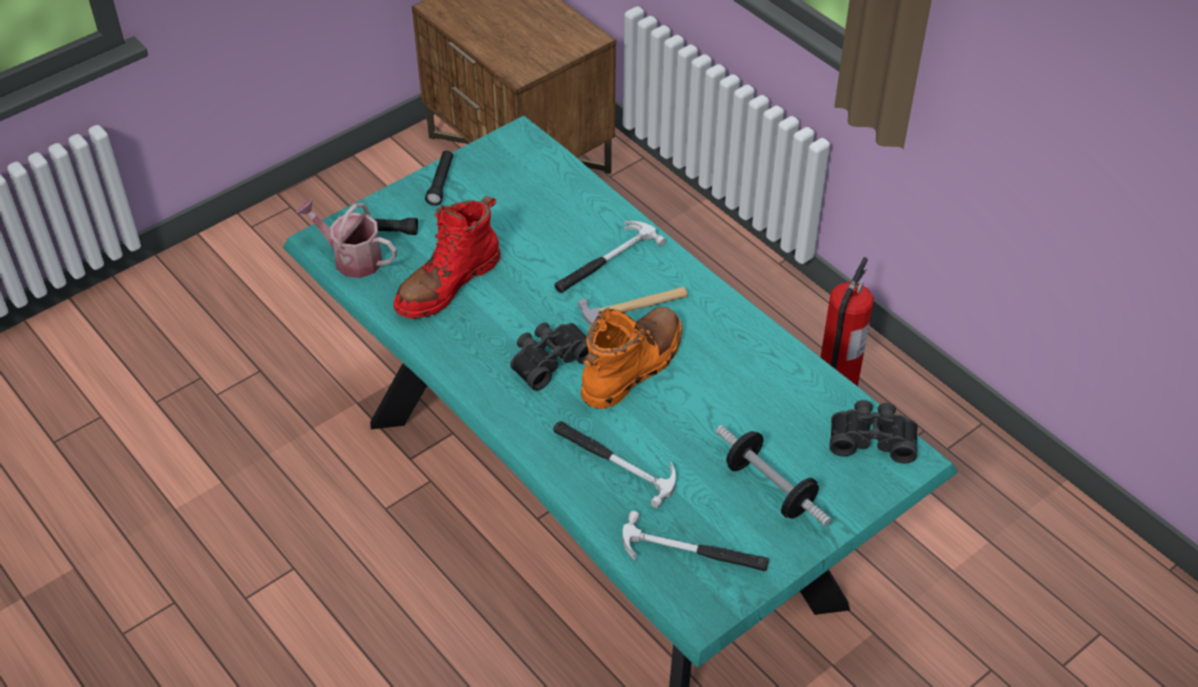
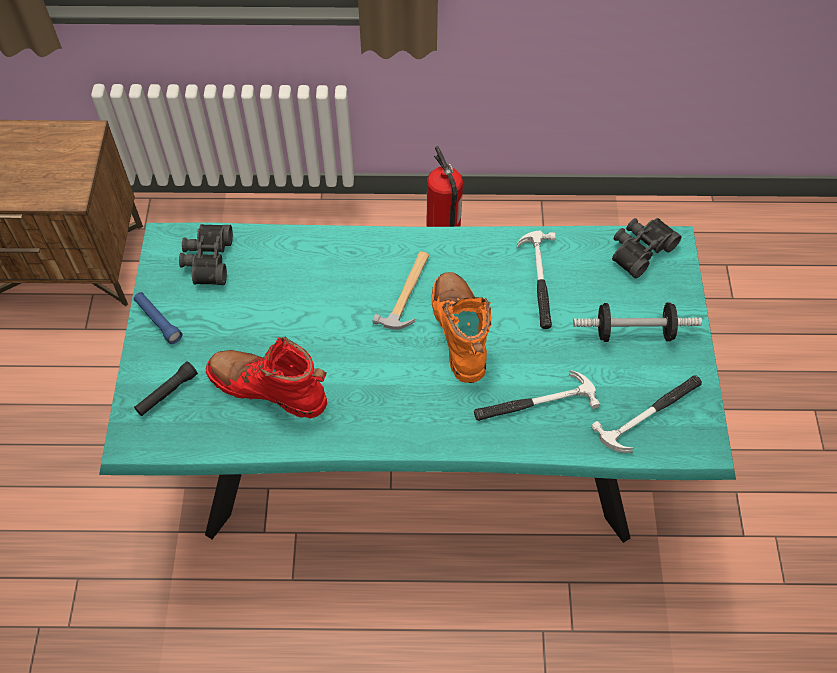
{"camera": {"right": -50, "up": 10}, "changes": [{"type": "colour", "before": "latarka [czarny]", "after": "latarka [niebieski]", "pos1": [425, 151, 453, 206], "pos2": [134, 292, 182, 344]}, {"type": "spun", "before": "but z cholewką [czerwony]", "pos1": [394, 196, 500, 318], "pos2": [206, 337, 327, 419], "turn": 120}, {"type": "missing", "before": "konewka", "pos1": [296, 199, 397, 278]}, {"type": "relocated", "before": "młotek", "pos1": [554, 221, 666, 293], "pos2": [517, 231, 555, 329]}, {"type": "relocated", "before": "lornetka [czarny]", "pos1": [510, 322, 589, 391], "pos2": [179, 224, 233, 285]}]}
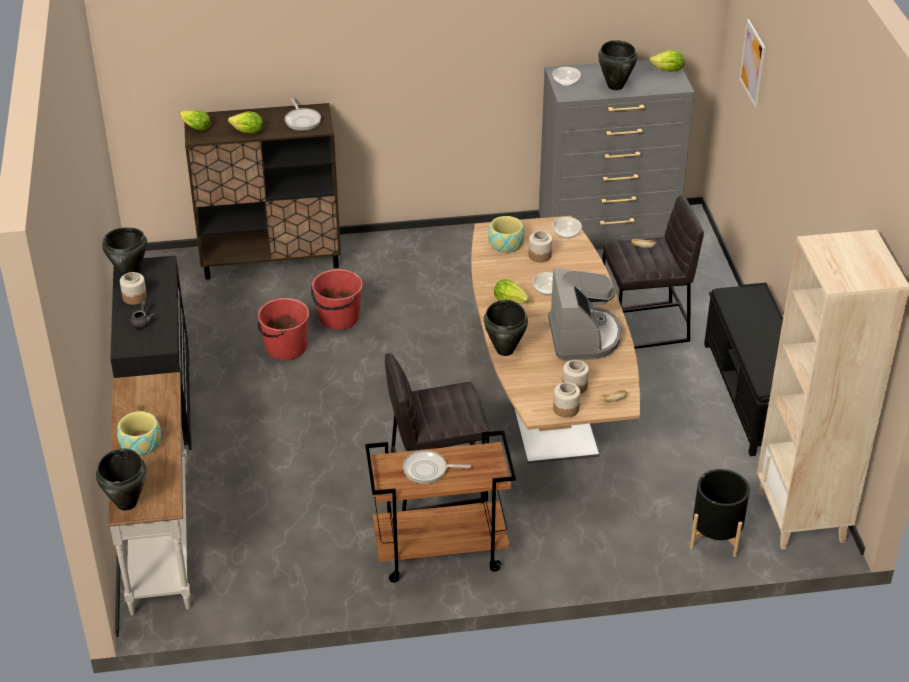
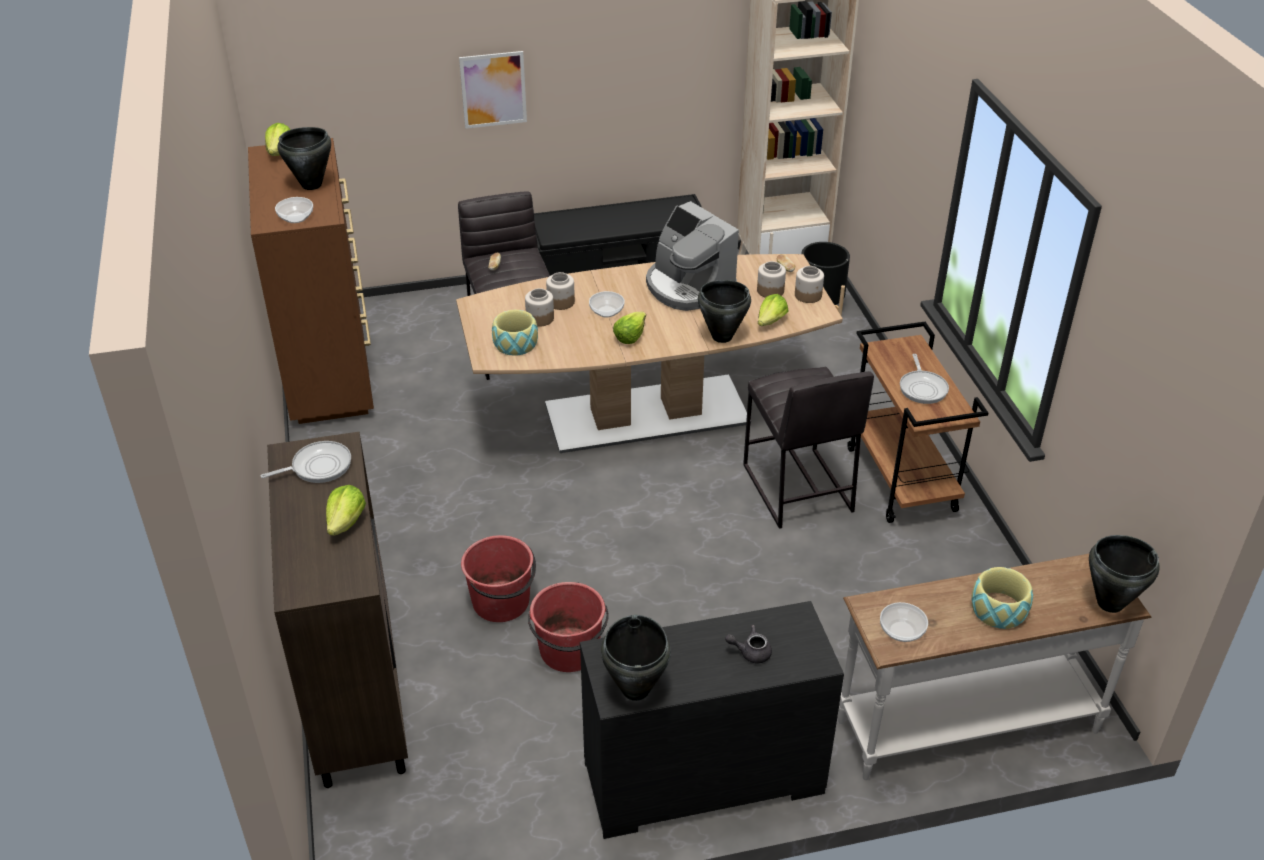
{"camera": {"right": -95, "up": 0}, "changes": [{"type": "relocated", "before": "obraz", "pos1": [739, 19, 765, 108], "pos2": [459, 51, 527, 129]}, {"type": "colour", "before": "komoda [szary]", "after": "komoda [brązowy]", "pos1": [539, 59, 694, 250], "pos2": [248, 138, 374, 424]}, {"type": "relocated", "before": "sałata", "pos1": [179, 110, 211, 131], "pos2": [758, 294, 788, 326]}, {"type": "relocated", "before": "miska", "pos1": [553, 217, 582, 239], "pos2": [880, 602, 928, 642]}, {"type": "spun", "before": "ekspres do kawy", "pos1": [548, 268, 622, 361], "pos2": [646, 201, 739, 311], "turn": -120}, {"type": "relocated", "before": "słoik", "pos1": [120, 272, 147, 305], "pos2": [546, 272, 575, 310]}]}
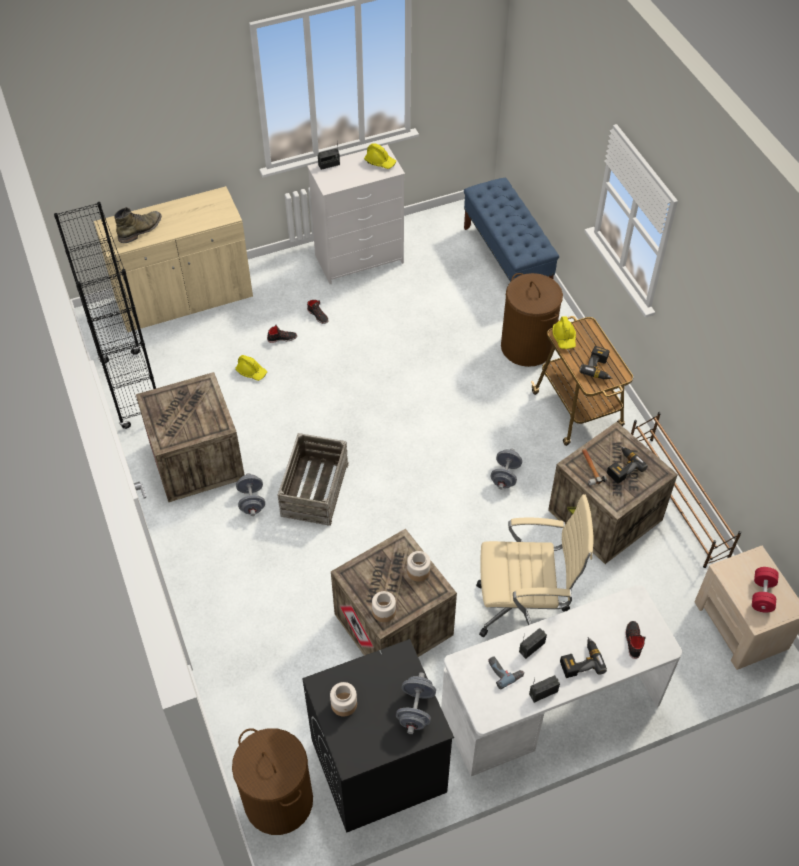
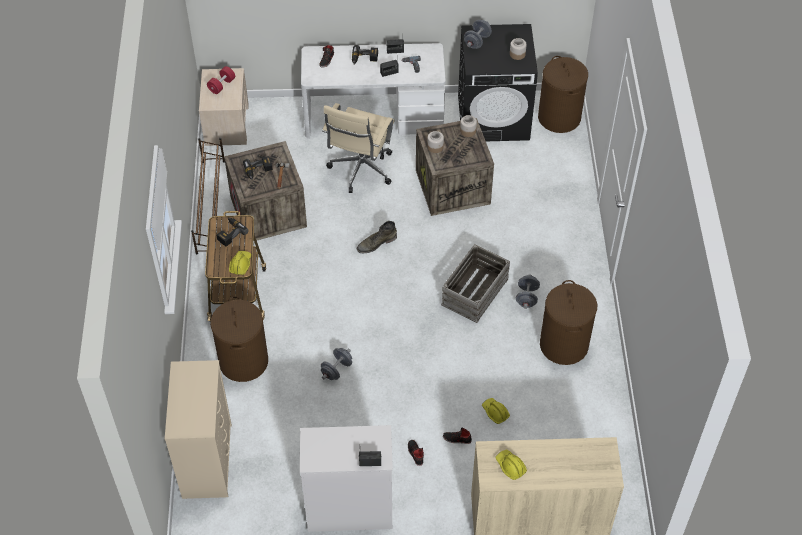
{"camera": {"right": -160, "up": 0}, "changes": [{"type": "relocated", "before": "kask [żółty]", "pos1": [364, 143, 396, 169], "pos2": [496, 450, 527, 480]}, {"type": "exchanged", "before": "ławka [niebieski]", "after": "komoda [beżowy]", "pos1": [464, 178, 559, 282], "pos2": [165, 360, 232, 499]}, {"type": "missing", "before": "regał [czarny]", "pos1": [54, 202, 156, 429]}, {"type": "relocated", "before": "but z cholewką [zielony]", "pos1": [114, 207, 162, 243], "pos2": [357, 221, 397, 253]}, {"type": "exchanged", "before": "skrzynka", "after": "kosz na pranie [brązowy]", "pos1": [136, 372, 244, 502], "pos2": [540, 280, 597, 365]}, {"type": "relocated", "before": "hantel [szary]", "pos1": [491, 449, 522, 489], "pos2": [321, 348, 352, 380]}, {"type": "spun", "before": "krzesło biurowe [beżowy]", "pos1": [476, 494, 593, 638], "pos2": [322, 103, 395, 193], "turn": -90}]}
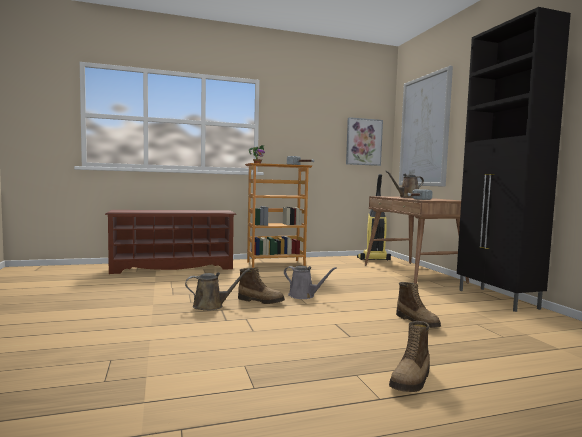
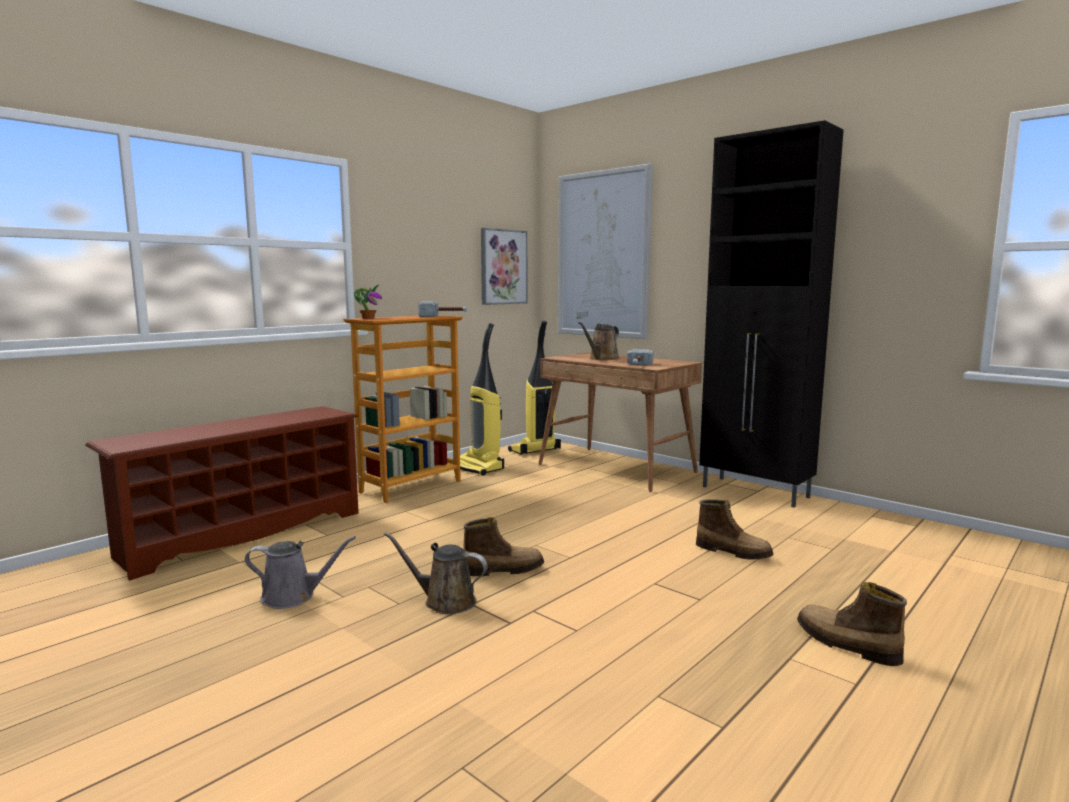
{"camera": {"right": -30, "up": 5}, "changes": [{"type": "relocated", "before": "konewka [szary]", "pos1": [284, 266, 337, 299], "pos2": [245, 536, 356, 609]}, {"type": "spun", "before": "konewka [brązowy]", "pos1": [185, 269, 250, 311], "pos2": [384, 532, 488, 614], "turn": -120}, {"type": "spun", "before": "but z cholewką", "pos1": [389, 321, 430, 392], "pos2": [797, 582, 907, 666], "turn": 135}, {"type": "appeared", "after": "odkurzacz", "pos2": [460, 323, 504, 476]}]}
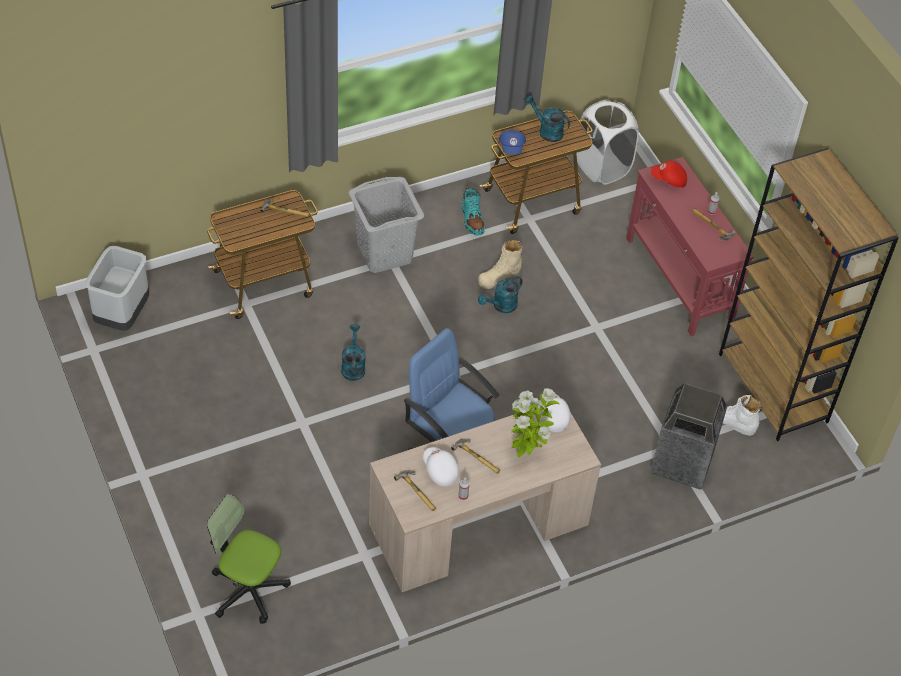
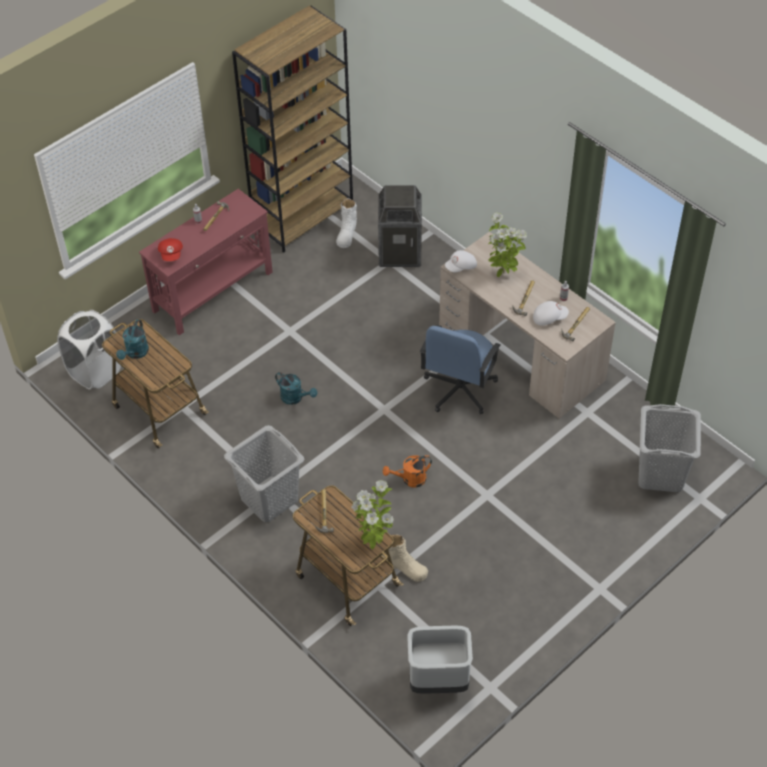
{"camera": {"right": -105, "up": 0}, "changes": [{"type": "missing", "before": "czapka z daszkiem [niebieski]", "pos1": [499, 130, 526, 155]}, {"type": "missing", "before": "but z cholewką [turkusowy]", "pos1": [462, 185, 485, 235]}, {"type": "relocated", "before": "but z cholewką [beżowy]", "pos1": [478, 240, 522, 289], "pos2": [382, 534, 428, 582]}, {"type": "colour", "before": "konewka [turkusowy]", "after": "konewka [pomarańczowy]", "pos1": [341, 324, 366, 381], "pos2": [383, 455, 432, 488]}, {"type": "spun", "before": "czapka z daszkiem [biały]", "pos1": [423, 447, 459, 486], "pos2": [533, 301, 569, 326], "turn": -135}, {"type": "exchanged", "before": "krzesło biurowe", "after": "kosz na pranie [szary]", "pos1": [207, 494, 291, 624], "pos2": [638, 404, 701, 492]}, {"type": "appeared", "after": "roślina doniczkowa", "pos2": [351, 480, 394, 549]}]}
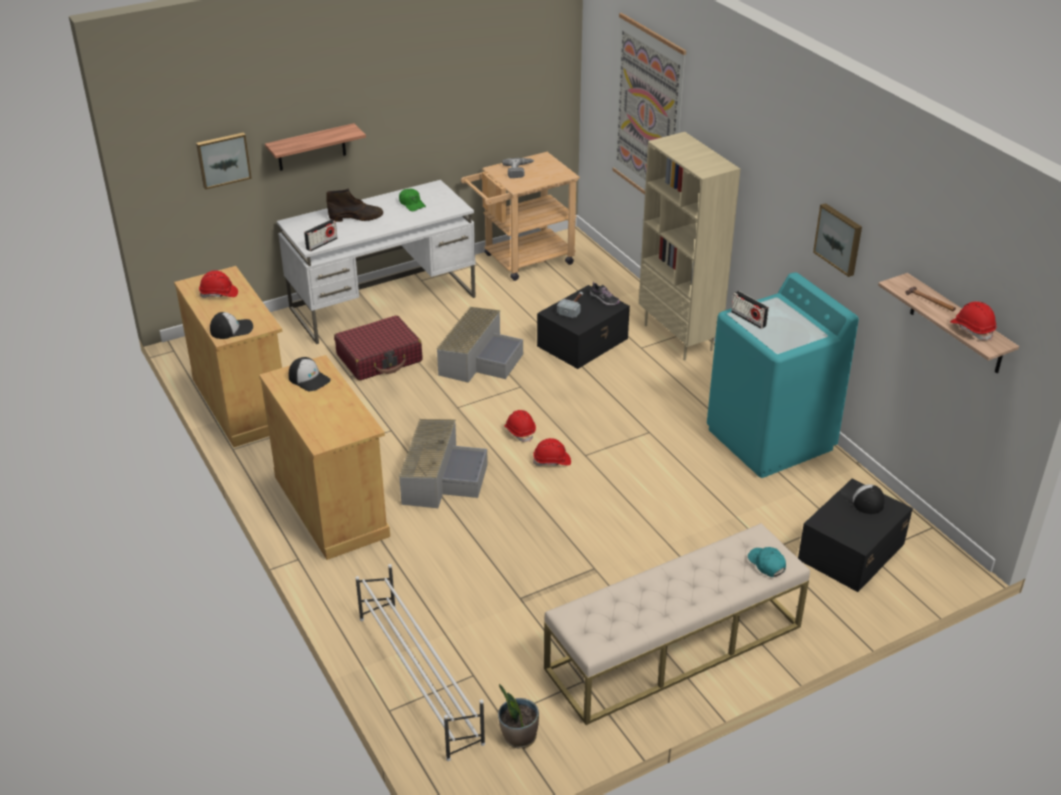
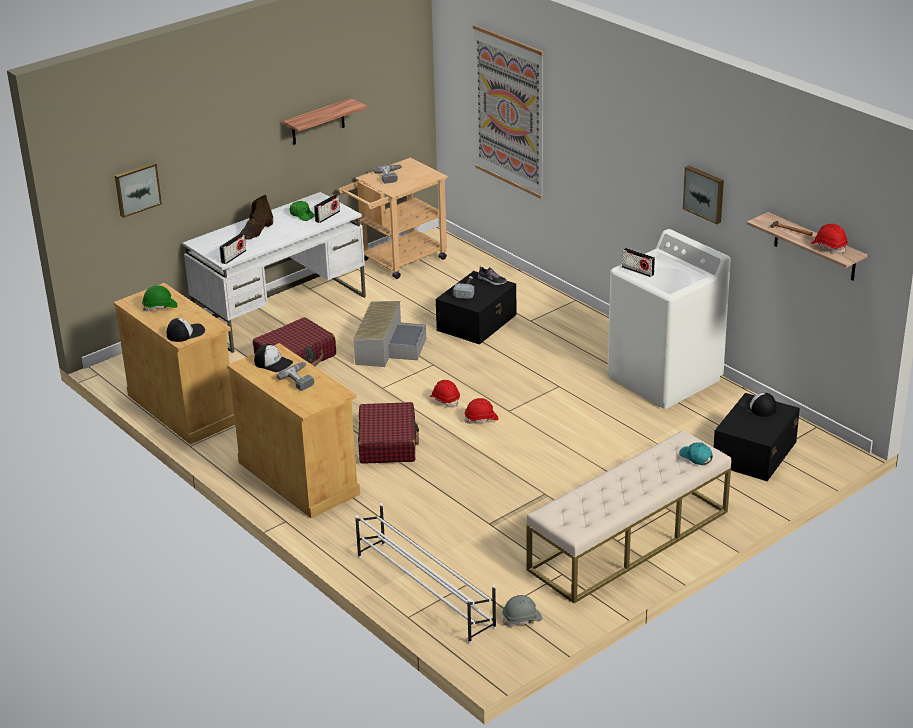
{"camera": {"right": -10, "up": -5}, "changes": [{"type": "relocated", "before": "półka", "pos1": [265, 123, 366, 171], "pos2": [283, 98, 367, 145]}, {"type": "missing", "before": "regał [beżowy]", "pos1": [639, 132, 740, 360]}, {"type": "spun", "before": "but z cholewką [brązowy]", "pos1": [326, 188, 383, 222], "pos2": [240, 195, 273, 240], "turn": 135}, {"type": "colour", "before": "kask [czerwony]", "after": "kask [zielony]", "pos1": [199, 270, 238, 298], "pos2": [142, 285, 178, 311]}, {"type": "colour", "before": "pralka [turkusowy]", "after": "pralka [biały]", "pos1": [707, 272, 859, 478], "pos2": [608, 229, 731, 409]}, {"type": "exchanged", "before": "pojemnik do przechowywania [szary]", "after": "walizka [czerwony]", "pos1": [399, 419, 488, 508], "pos2": [358, 402, 419, 464]}, {"type": "exchanged", "before": "roślina doniczkowa", "after": "kask [szary]", "pos1": [498, 684, 539, 748], "pos2": [502, 595, 542, 627]}, {"type": "appeared", "after": "radio", "pos2": [314, 194, 340, 223]}, {"type": "appeared", "after": "wiertarka", "pos2": [276, 362, 315, 391]}]}
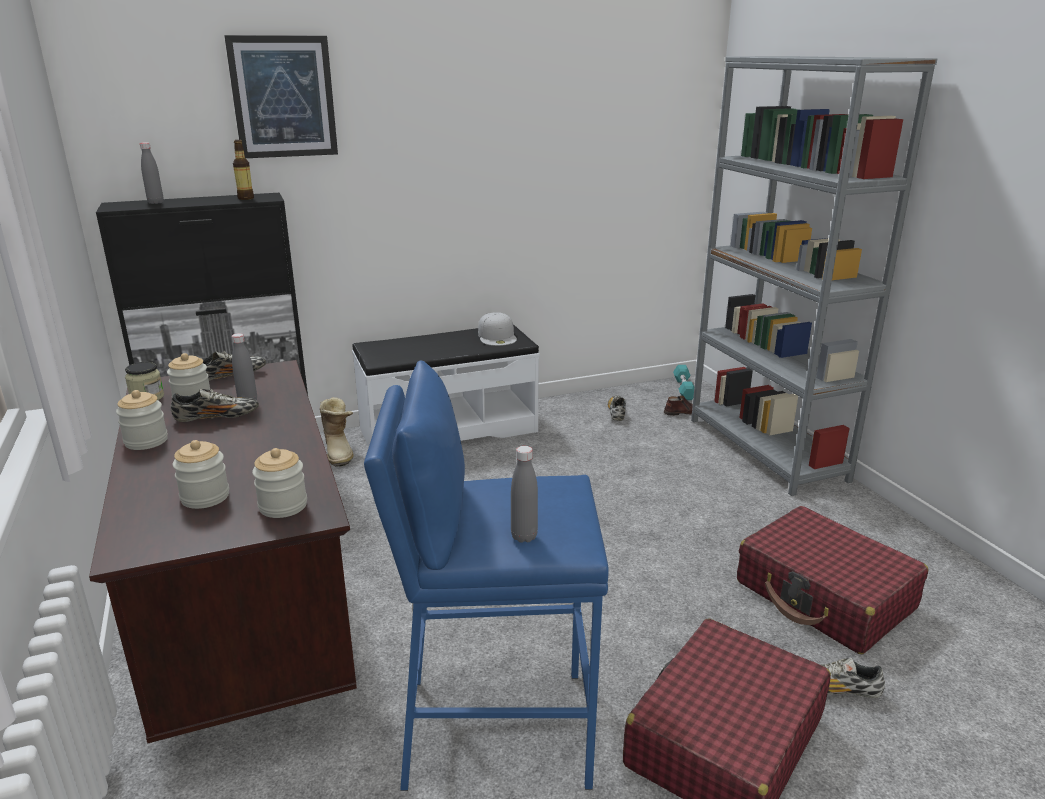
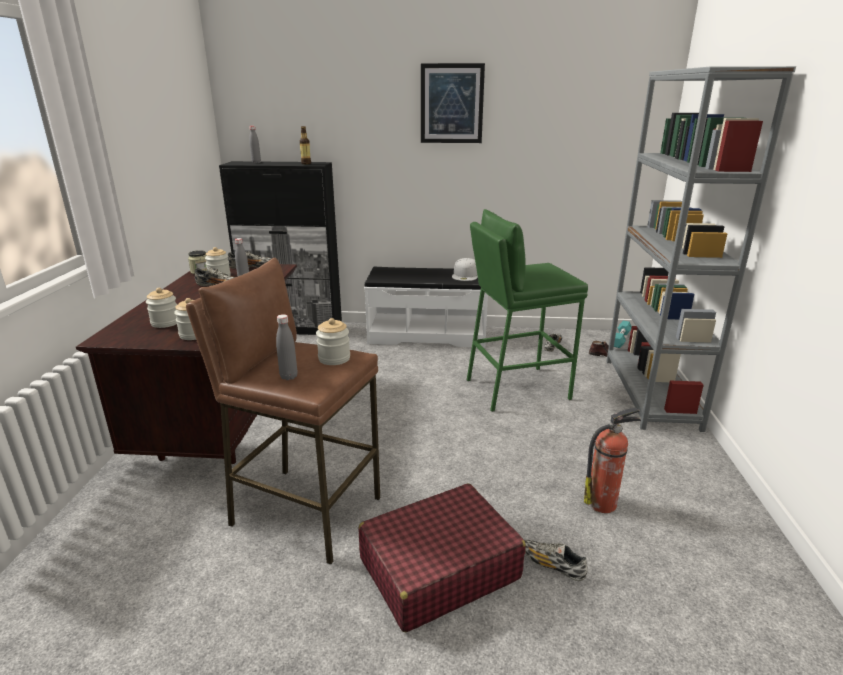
{"camera": {"right": 25, "up": 0}, "changes": [{"type": "relocated", "before": "obraz", "pos1": [224, 35, 338, 158], "pos2": [421, 63, 485, 143]}, {"type": "colour", "before": "stołek [niebieski]", "after": "stołek [brązowy]", "pos1": [364, 360, 609, 791], "pos2": [186, 258, 381, 565]}, {"type": "relocated", "before": "słoik", "pos1": [116, 390, 168, 450], "pos2": [316, 318, 350, 365]}, {"type": "missing", "before": "but z cholewką", "pos1": [320, 397, 354, 467]}, {"type": "exchanged", "before": "walizka [czerwony]", "after": "gaśnica", "pos1": [737, 506, 928, 654], "pos2": [584, 407, 641, 513]}, {"type": "appeared", "after": "stołek [zielony]", "pos2": [467, 209, 588, 412]}]}
